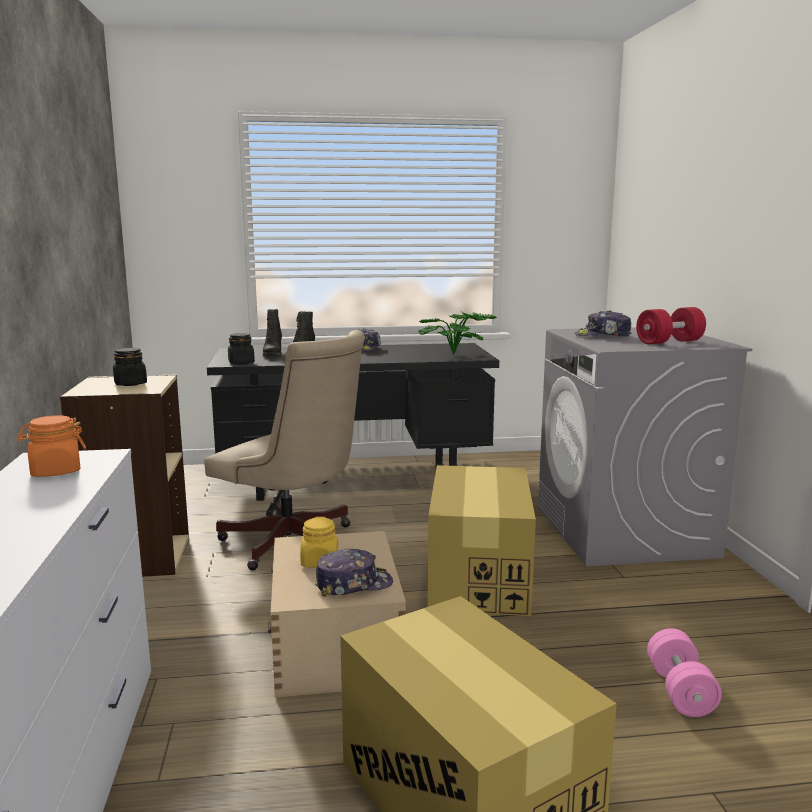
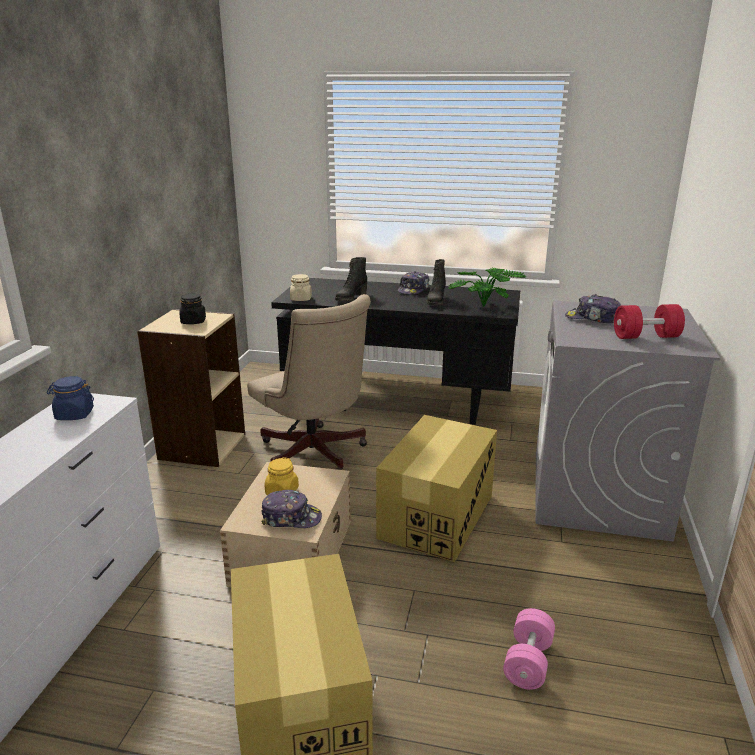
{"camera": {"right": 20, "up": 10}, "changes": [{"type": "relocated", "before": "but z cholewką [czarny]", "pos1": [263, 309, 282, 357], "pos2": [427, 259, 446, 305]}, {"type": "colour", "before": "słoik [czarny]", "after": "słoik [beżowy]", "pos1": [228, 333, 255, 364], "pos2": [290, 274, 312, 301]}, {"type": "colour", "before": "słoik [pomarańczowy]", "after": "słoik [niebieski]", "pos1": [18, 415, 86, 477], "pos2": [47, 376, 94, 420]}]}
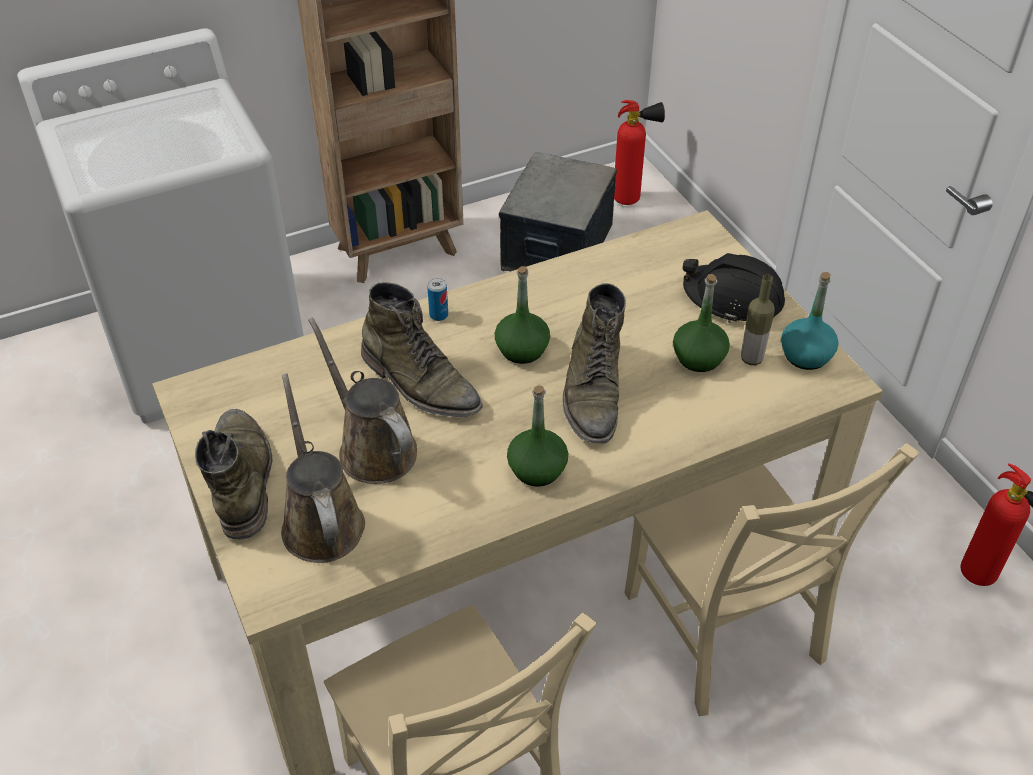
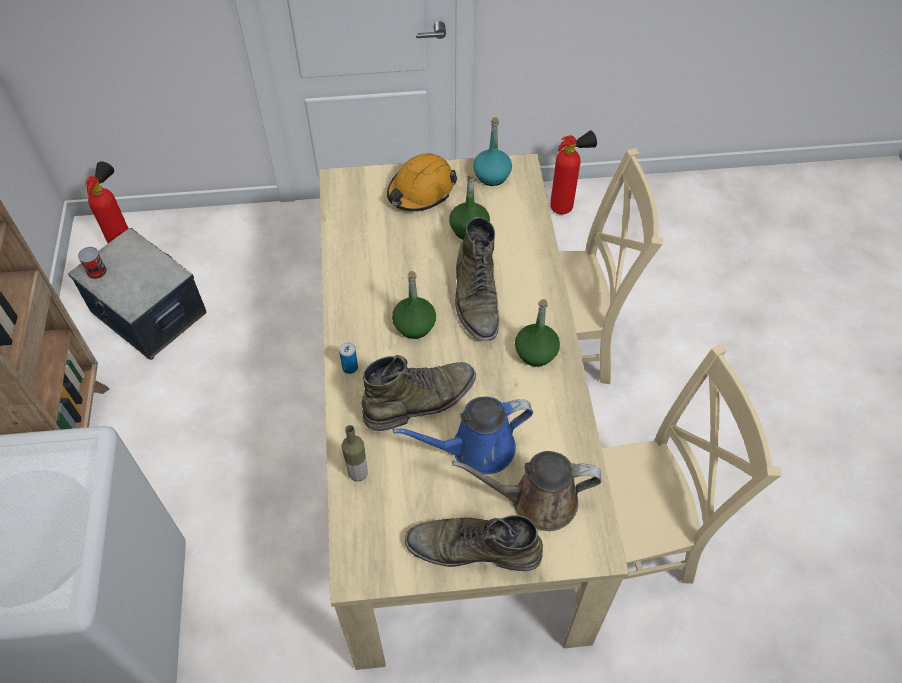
{"camera": {"right": -70, "up": 10}, "changes": [{"type": "colour", "before": "kask [czarny]", "after": "kask [pomarańczowy]", "pos1": [683, 253, 785, 323], "pos2": [387, 153, 457, 211]}, {"type": "relocated", "before": "butelka", "pos1": [741, 275, 775, 365], "pos2": [342, 425, 368, 482]}, {"type": "spun", "before": "but z cholewką [zielony]", "pos1": [563, 283, 626, 444], "pos2": [455, 217, 499, 341], "turn": 60}, {"type": "colour", "before": "konewka [brązowy]", "after": "konewka [niebieski]", "pos1": [308, 317, 417, 484], "pos2": [393, 397, 533, 474]}, {"type": "appeared", "after": "puszka", "pos2": [78, 247, 107, 279]}]}
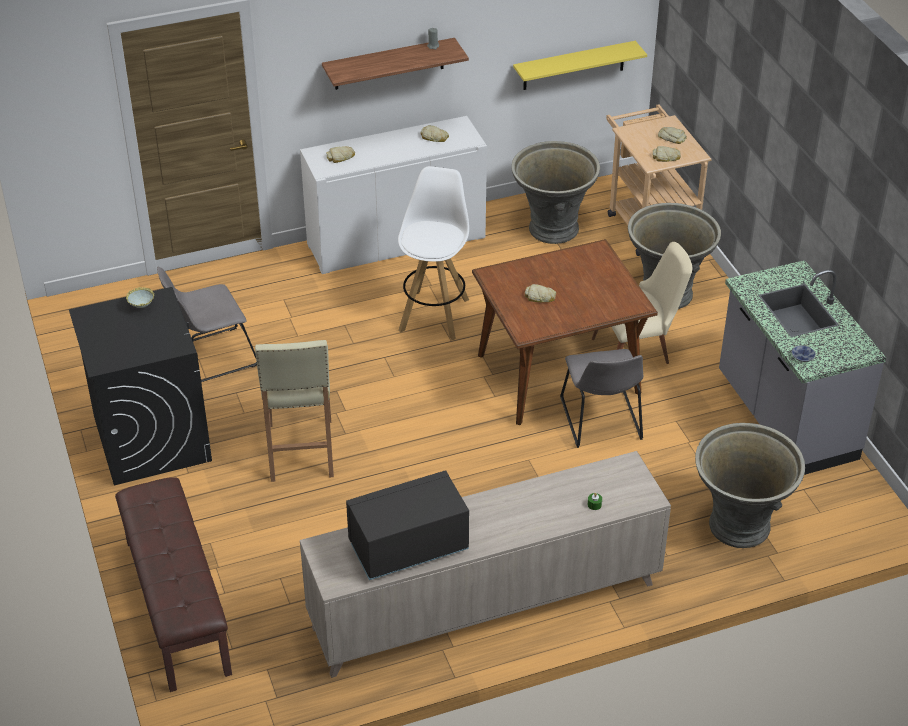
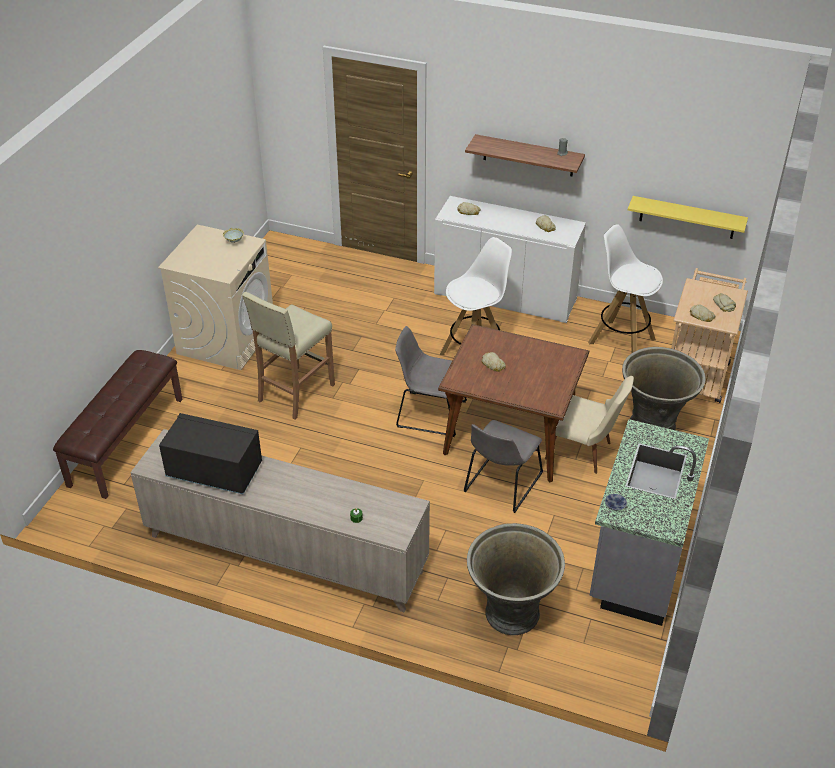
{"camera": {"right": 40, "up": 0}, "changes": [{"type": "exchanged", "before": "donica [szary]", "after": "stołek [biały]", "pos1": [511, 141, 600, 244], "pos2": [588, 224, 663, 353]}, {"type": "relocated", "before": "krzesło [szary]", "pos1": [157, 267, 257, 382], "pos2": [395, 326, 467, 437]}, {"type": "colour", "before": "pralka [czarny]", "after": "pralka [beżowy]", "pos1": [69, 287, 212, 485], "pos2": [158, 225, 273, 370]}]}
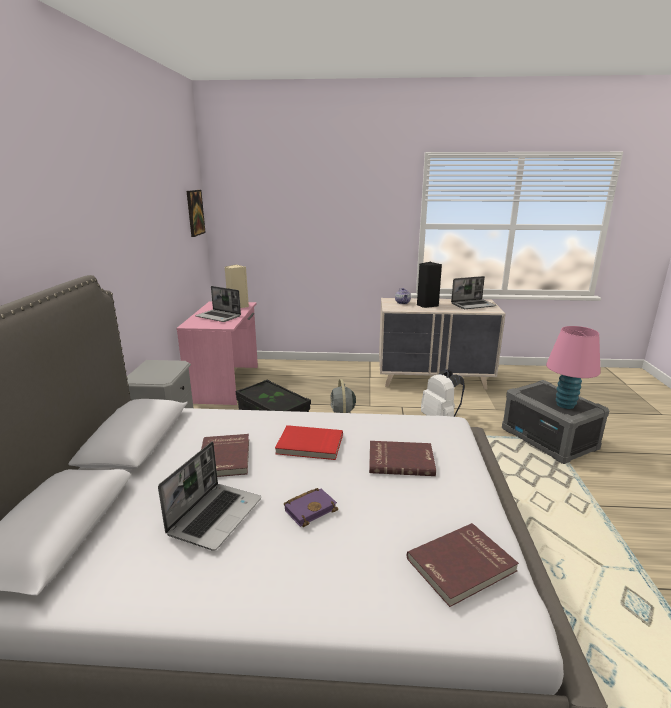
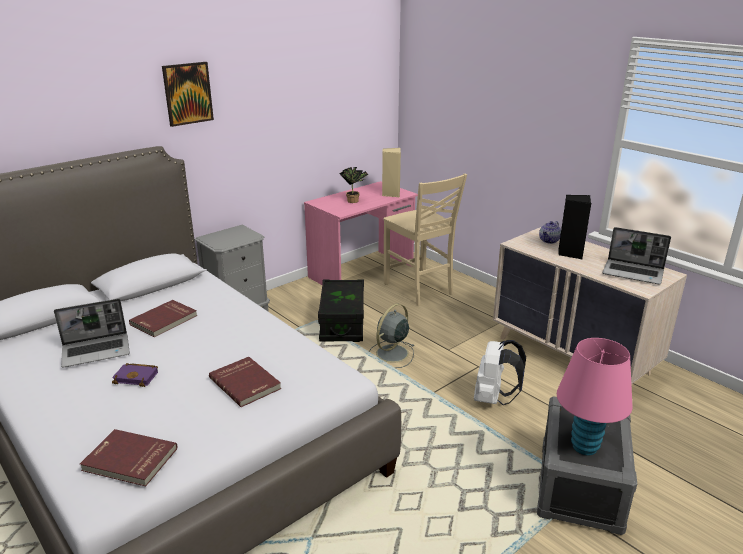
{"camera": {"right": 45, "up": 5}, "changes": [{"type": "relocated", "before": "obraz", "pos1": [187, 190, 206, 237], "pos2": [162, 62, 214, 127]}, {"type": "exchanged", "before": "laptop", "after": "roślina doniczkowa", "pos1": [195, 286, 241, 322], "pos2": [339, 167, 368, 203]}, {"type": "missing", "before": "książka [czerwony]", "pos1": [275, 425, 343, 460]}, {"type": "appeared", "after": "krzesło [beżowy]", "pos2": [383, 174, 467, 305]}]}
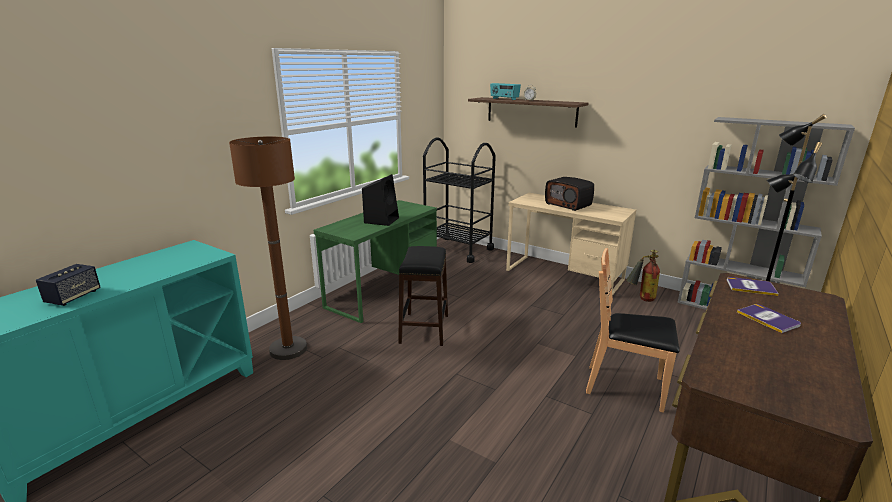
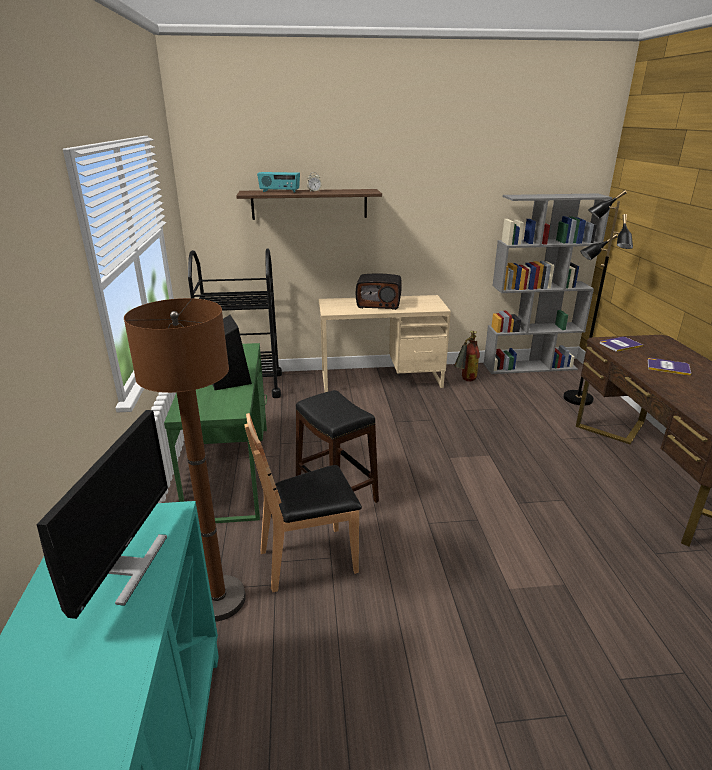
{"camera": {"right": -40, "up": 5}, "changes": [{"type": "relocated", "before": "krzesło [brązowy]", "pos1": [586, 248, 680, 413], "pos2": [244, 413, 362, 592]}, {"type": "missing", "before": "głośnik", "pos1": [36, 264, 101, 306]}, {"type": "appeared", "after": "monitor", "pos2": [37, 410, 168, 619]}]}
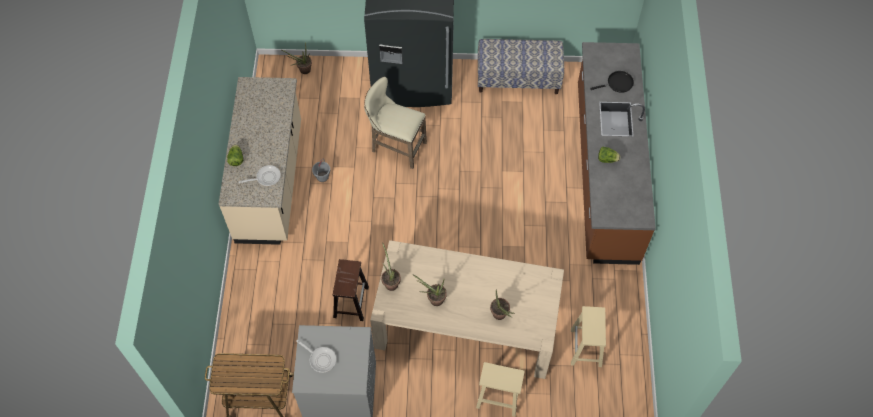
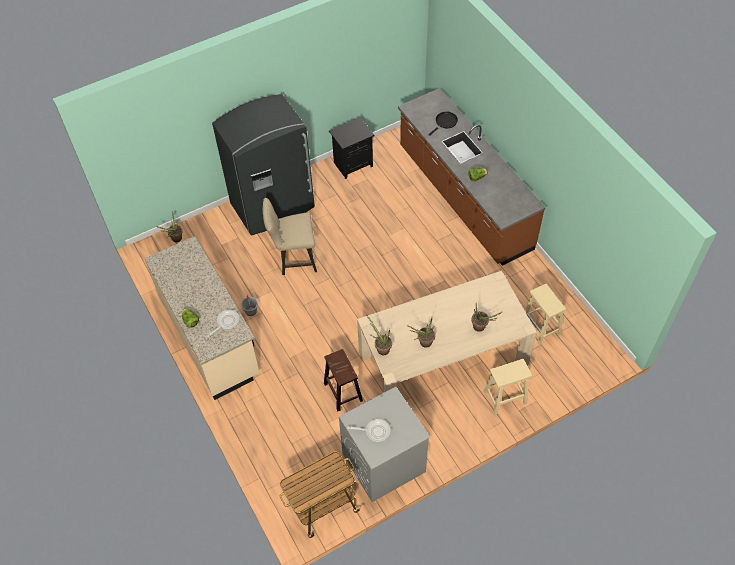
{"camera": {"right": -30, "up": -5}, "changes": [{"type": "exchanged", "before": "ławka", "after": "szafka nocna [czarny]", "pos1": [478, 39, 564, 94], "pos2": [329, 117, 374, 179]}, {"type": "exchanged", "before": "stołek [beżowy]", "after": "krzesło [beżowy]", "pos1": [364, 77, 427, 169], "pos2": [263, 198, 317, 275]}]}
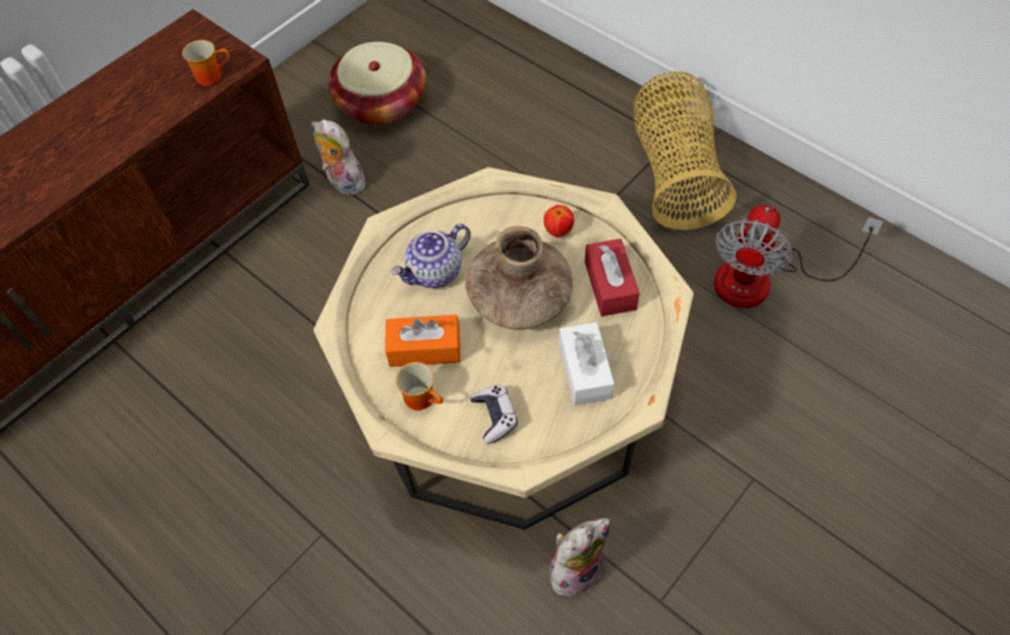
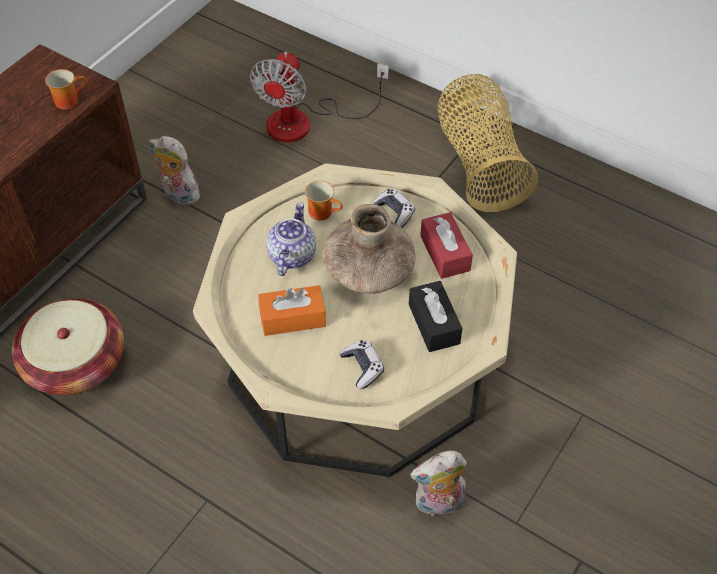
{"camera": {"right": -10, "up": -5}, "changes": [{"type": "relocated", "before": "koszyk", "pos1": [328, 42, 426, 126], "pos2": [12, 298, 124, 395]}, {"type": "exchanged", "before": "jabłko", "after": "pad do gier", "pos1": [544, 205, 574, 238], "pos2": [371, 188, 415, 227]}, {"type": "relocated", "before": "wentylator", "pos1": [714, 205, 884, 308], "pos2": [250, 52, 389, 143]}, {"type": "spun", "before": "imbryk", "pos1": [391, 224, 471, 288], "pos2": [266, 202, 316, 276], "turn": 150}, {"type": "colour", "before": "pudełko chusteczek [biały]", "after": "pudełko chusteczek [czarny]", "pos1": [559, 322, 614, 406], "pos2": [409, 281, 463, 352]}, {"type": "relocated", "before": "kubek", "pos1": [396, 362, 443, 410], "pos2": [305, 180, 343, 221]}, {"type": "spun", "before": "pluszak", "pos1": [550, 518, 610, 596], "pos2": [410, 450, 467, 516], "turn": -150}]}
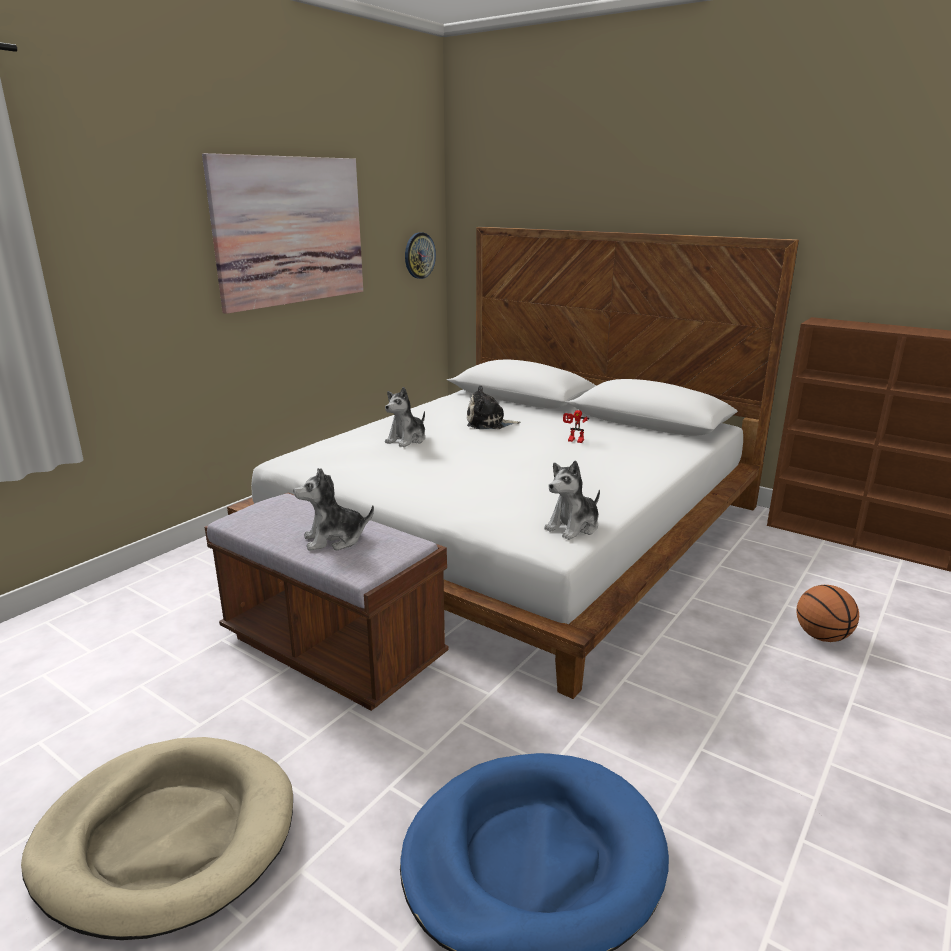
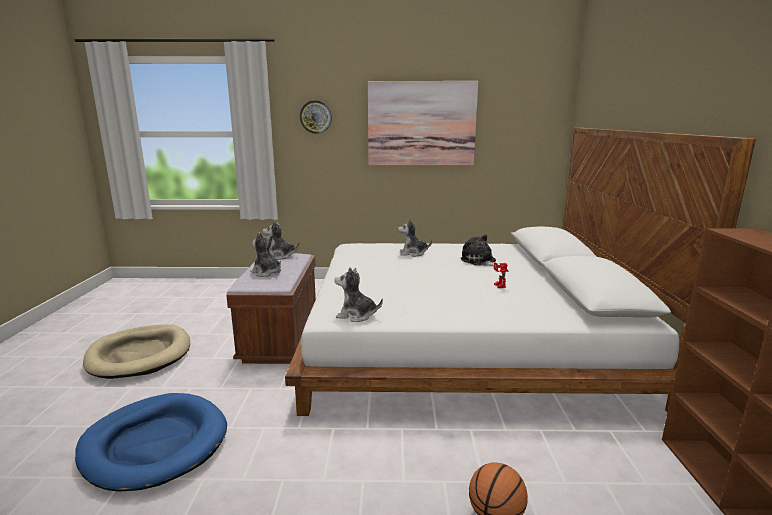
{"camera": {"right": 55, "up": -5}, "changes": [{"type": "relocated", "before": "zegar ścienny", "pos1": [405, 232, 436, 279], "pos2": [300, 100, 332, 134]}, {"type": "appeared", "after": "pluszak", "pos2": [263, 220, 300, 260]}]}
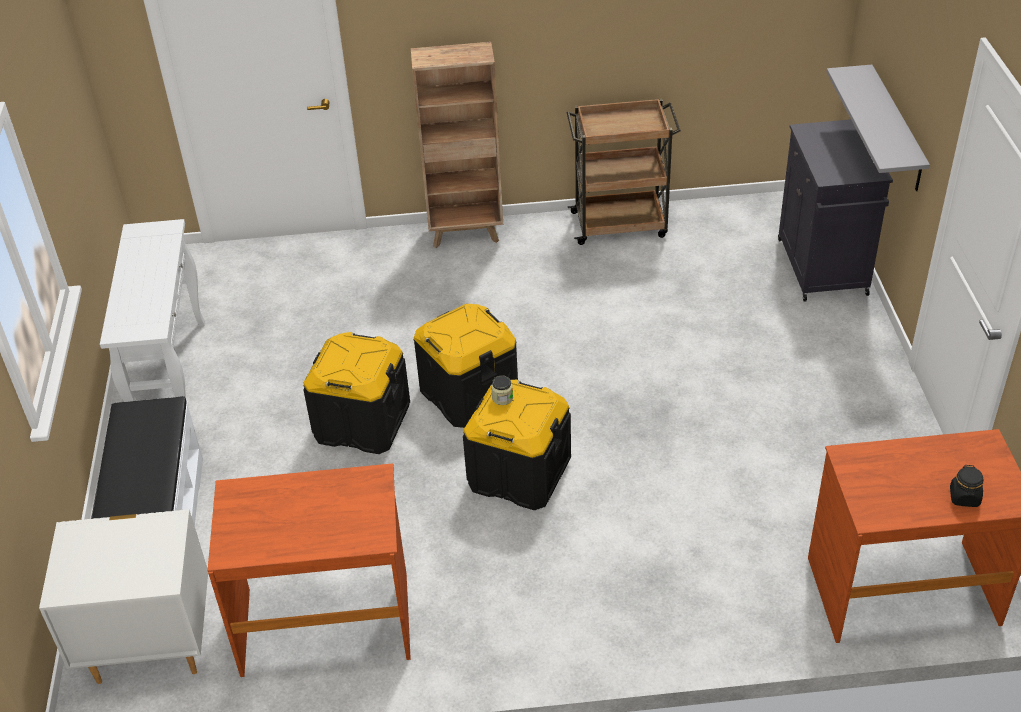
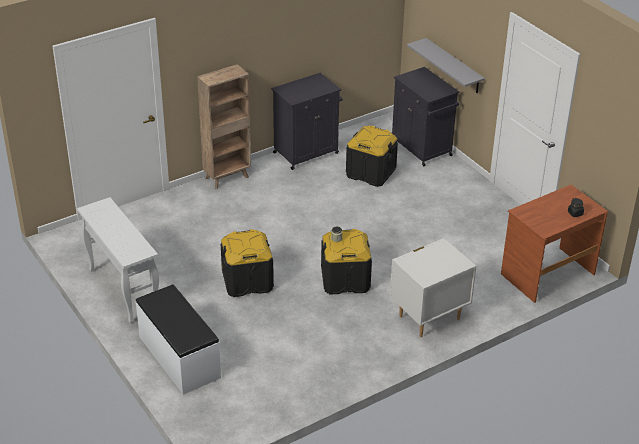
{"camera": {"right": -30, "up": -5}, "changes": [{"type": "exchanged", "before": "wózek [brązowy]", "after": "szafka [czarny]", "pos1": [567, 99, 681, 245], "pos2": [271, 73, 343, 170]}, {"type": "relocated", "before": "pojemnik do przechowywania [czarny]", "pos1": [414, 304, 518, 428], "pos2": [346, 126, 398, 187]}, {"type": "missing", "before": "biurko [brązowy]", "pos1": [208, 463, 411, 677]}, {"type": "relocated", "before": "szafka nocna [biały]", "pos1": [39, 509, 208, 684], "pos2": [390, 238, 476, 337]}]}
